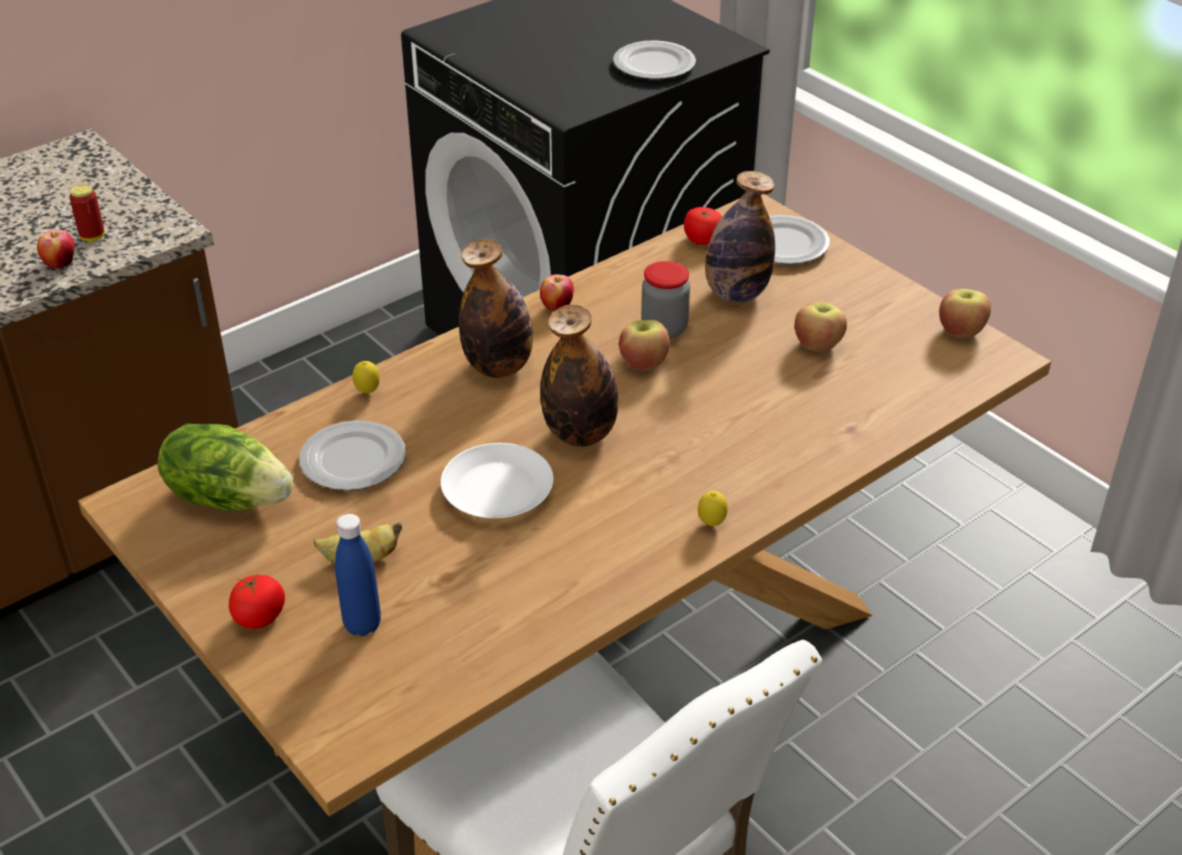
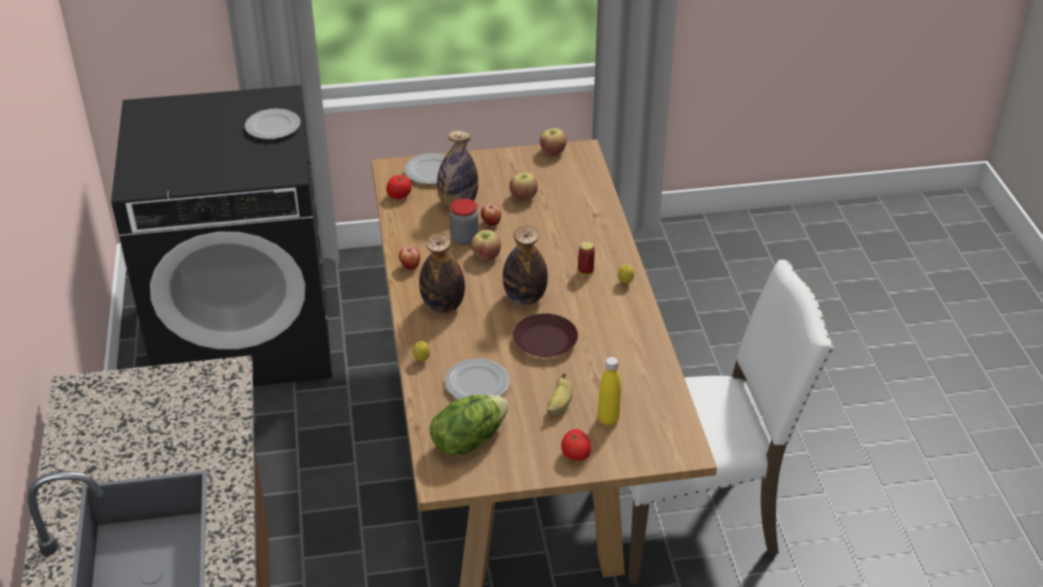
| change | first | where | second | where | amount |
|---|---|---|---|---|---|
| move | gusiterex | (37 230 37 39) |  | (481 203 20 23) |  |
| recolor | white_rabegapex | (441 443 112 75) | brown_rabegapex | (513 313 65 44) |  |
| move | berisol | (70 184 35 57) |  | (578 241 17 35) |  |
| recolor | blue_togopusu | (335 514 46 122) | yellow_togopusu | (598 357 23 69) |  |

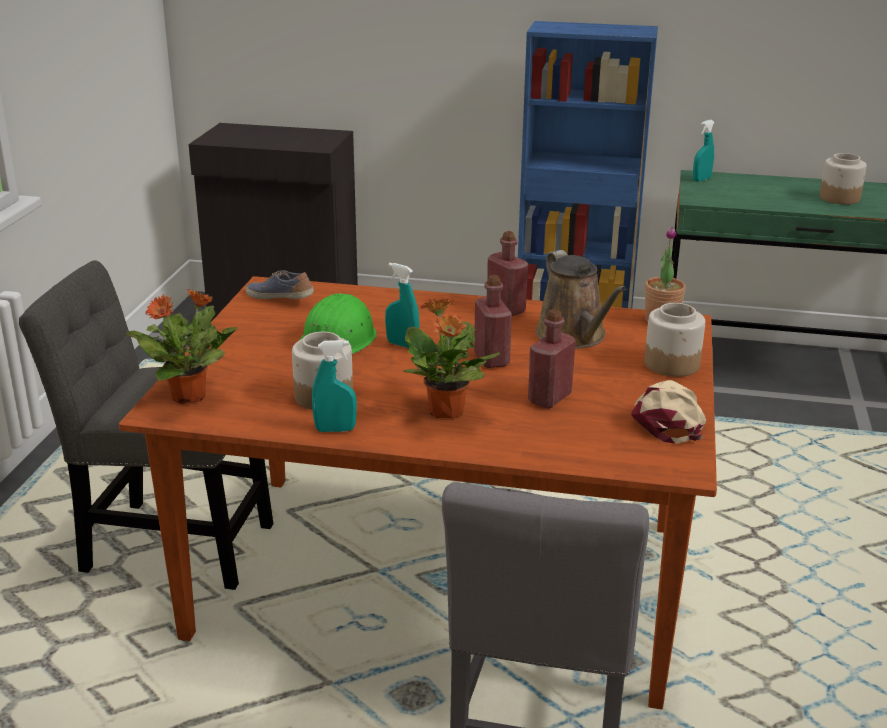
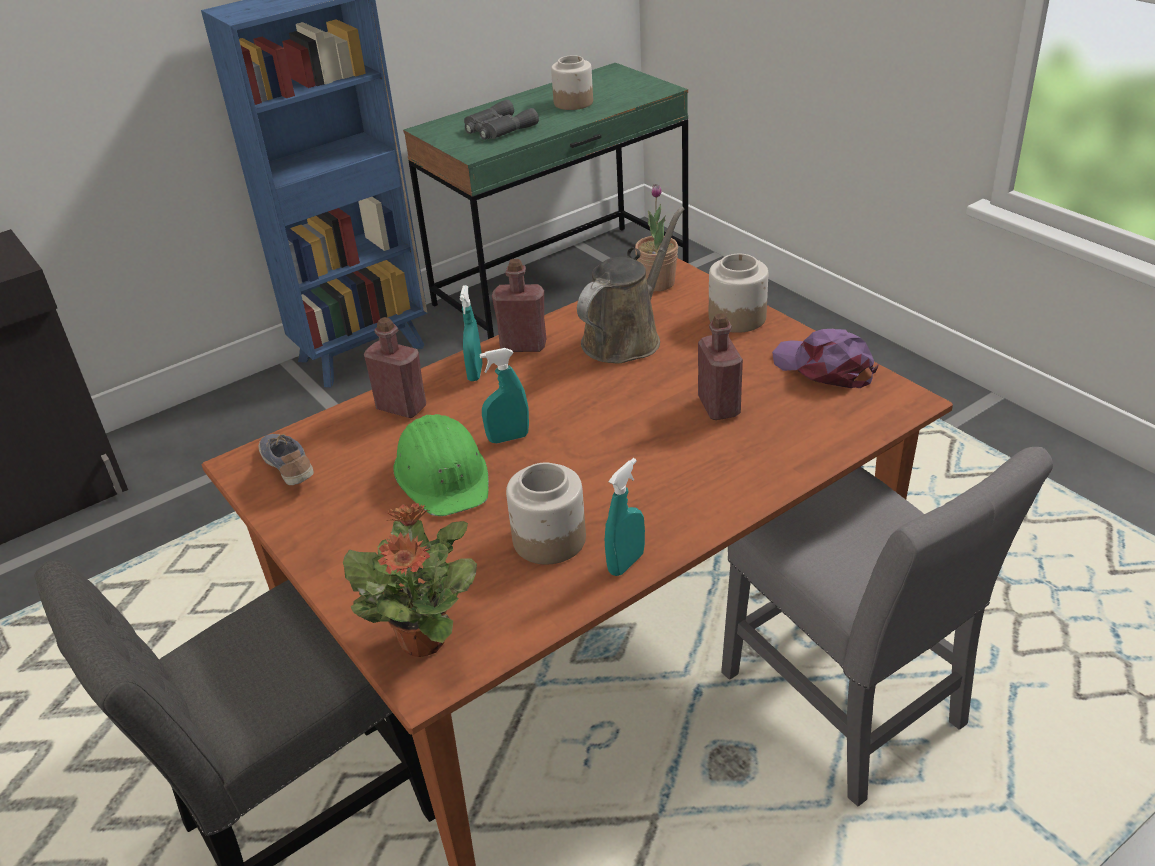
| change | first | where | second | where | amount |
|---|---|---|---|---|---|
| rotate | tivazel | (245 270 69 29) |  | (259 434 55 51) | 75 degrees clockwise |
| move | red_togopusu | (474 275 38 93) |  | (364 317 62 101) |  |
| move | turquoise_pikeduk | (693 120 22 62) |  | (460 285 23 96) |  |
| insert |  |  | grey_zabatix | (464 100 75 40) |  |
| rotate | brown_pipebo | (536 250 91 99) |  | (577 207 108 156) | 75 degrees counterclockwise |
| recolor | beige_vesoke | (631 380 75 64) | purple_vesoke | (772 329 107 59) |  |
| delete | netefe | (403 298 97 120) |  |  |  |

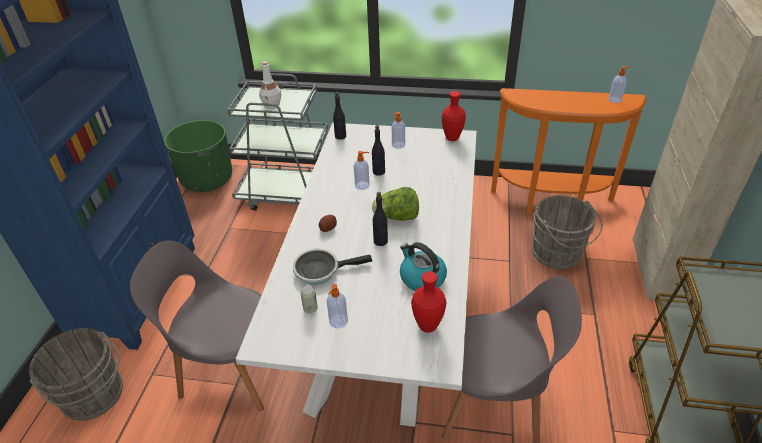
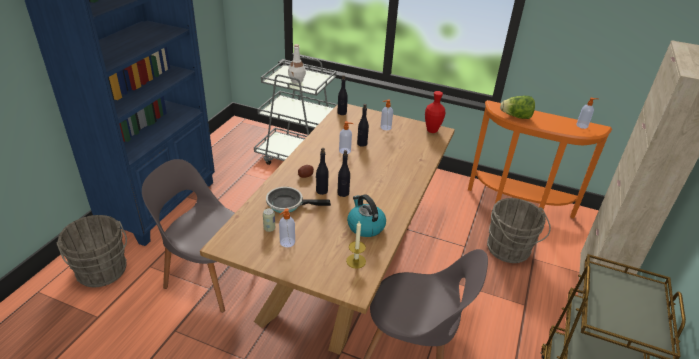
| change | first | where | second | where | amount |
|---|---|---|---|---|---|
| recolor | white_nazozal | (236 123 241 304) | brown_nazozal | (200 104 255 251) |  |
| insert |  |  | black_togopusu | (316 148 12 47) |  |
| replace | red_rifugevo | (411 271 35 62) | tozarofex | (346 221 20 48) |  |
| move | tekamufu | (372 187 47 34) |  | (500 96 35 23) |  |
| delete | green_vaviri | (164 120 68 72) |  |  |  |

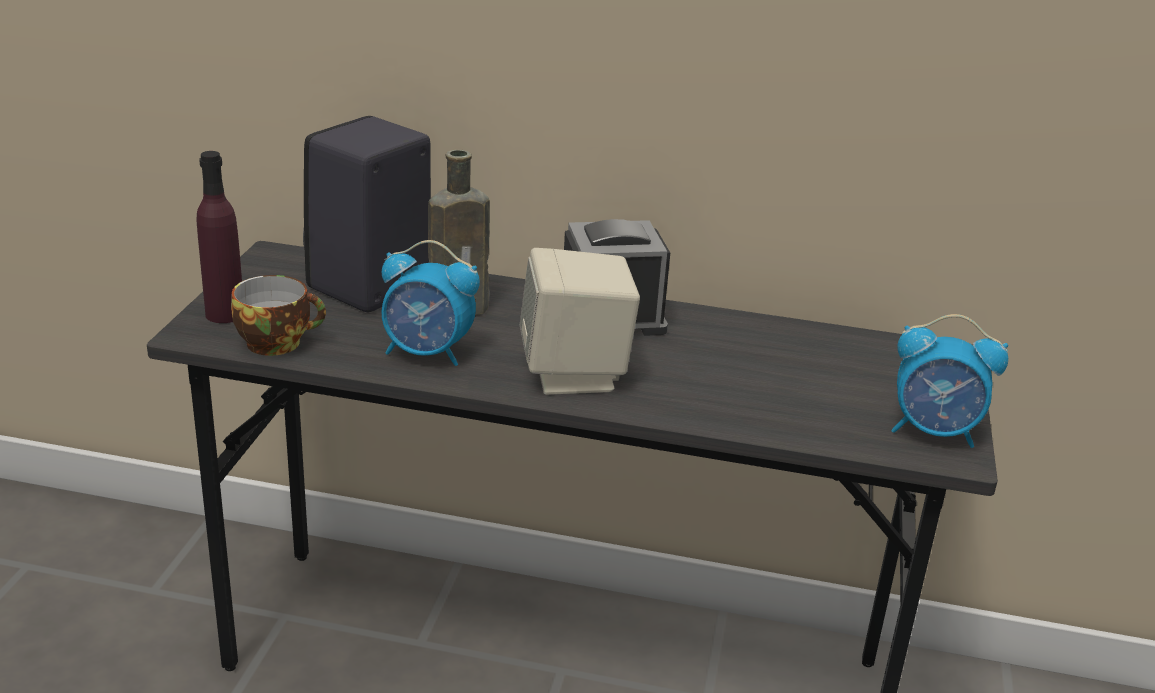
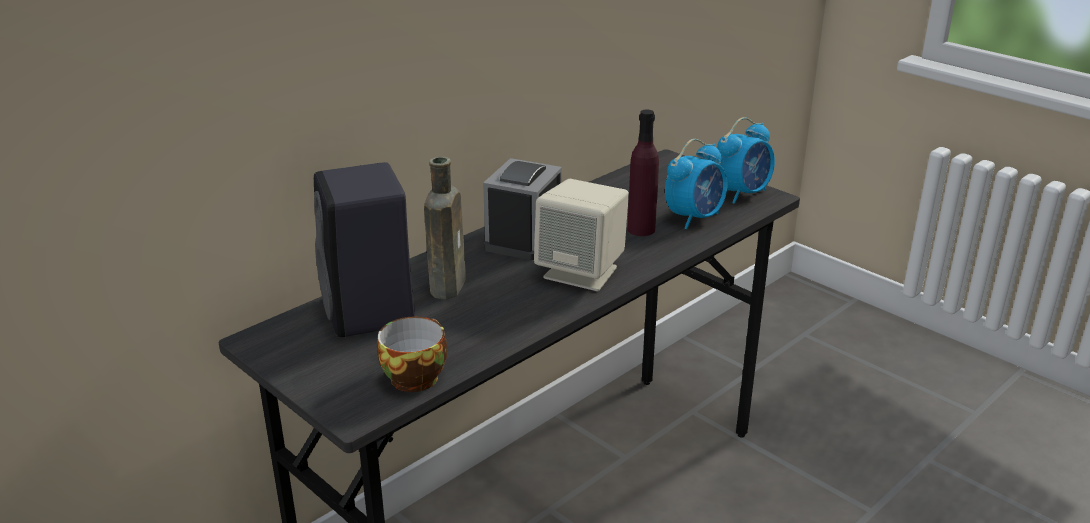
| change | first | where | second | where | amount |
|---|---|---|---|---|---|
| move | purple_togopusu | (196 151 46 172) |  | (627 110 32 126) |  |
| move | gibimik | (381 240 99 126) |  | (665 139 62 90) |  |

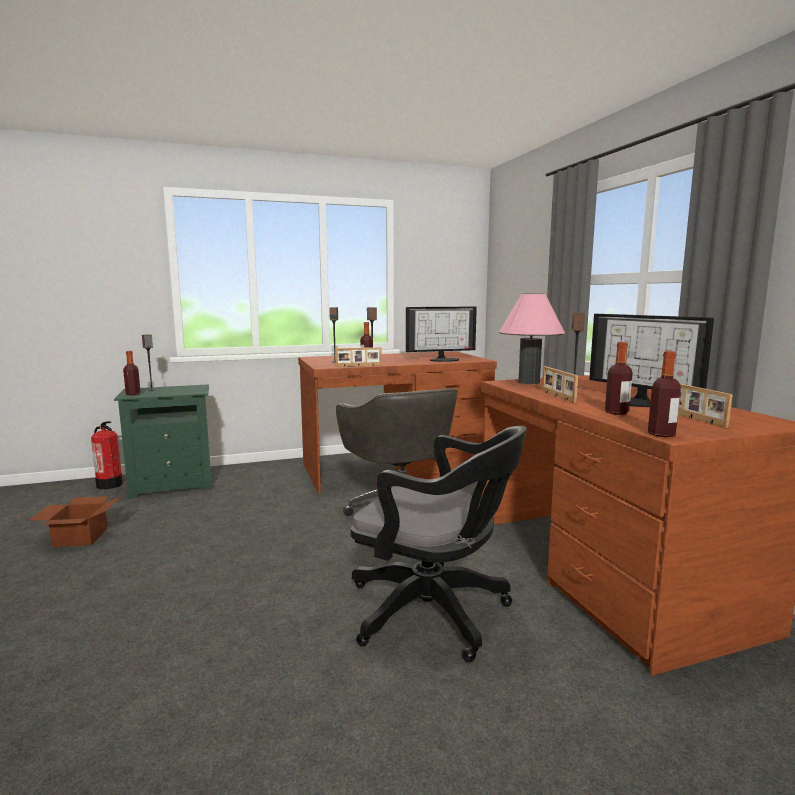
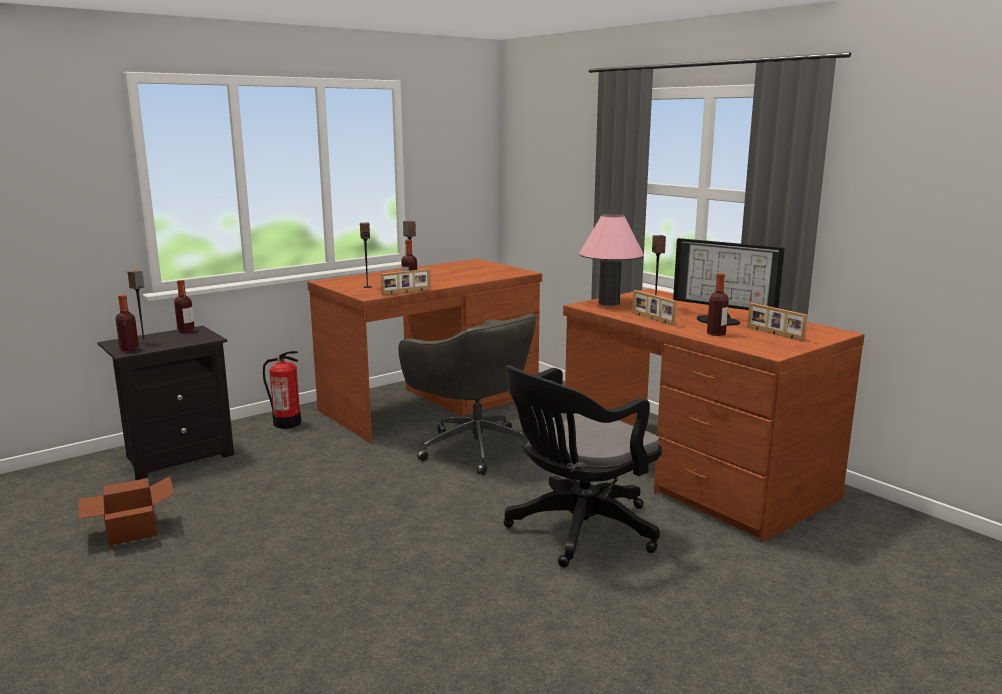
| change | first | where | second | where | amount |
|---|---|---|---|---|---|
| recolor | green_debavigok | (114 384 98 114) | black_debavigok | (97 326 137 154) |  |
| move | togopusu | (648 351 33 86) |  | (174 280 21 52) |  |
| move | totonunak | (91 421 32 68) |  | (263 351 38 78) |  |
| rotate | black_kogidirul | (350 426 177 237) |  | (503 365 159 202) | 135 degrees clockwise |
| delete | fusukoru | (406 307 71 55) |  |  |  |

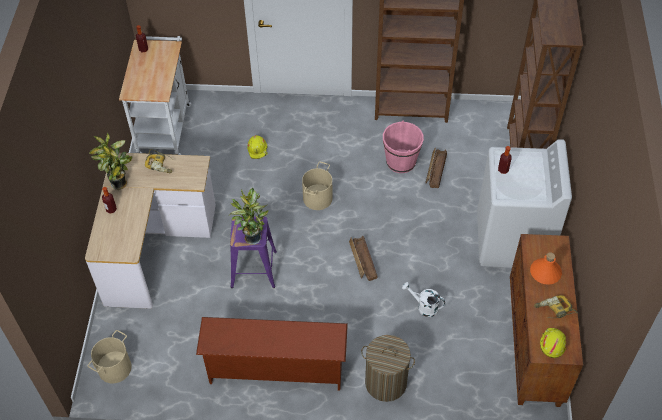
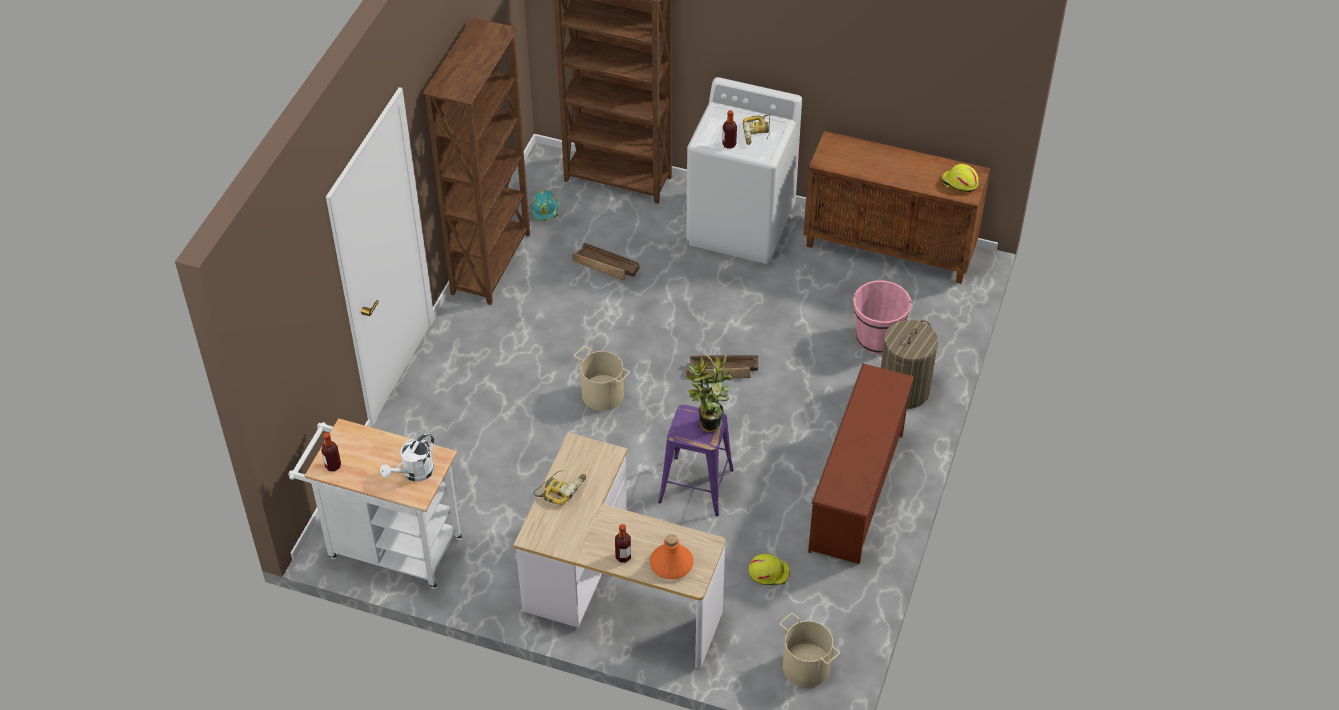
| change | first | where | second | where | amount |
|---|---|---|---|---|---|
| move | white_pipebo | (402 282 43 35) |  | (380 433 54 49) |  |
| insert |  |  | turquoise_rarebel | (532 190 27 31) |  |
| move | orange_togopusu | (530 252 32 33) |  | (650 534 44 45) |  |
| move | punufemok | (534 295 44 23) |  | (743 114 27 31) |  |
| move | yellow_rarebel | (247 135 21 24) |  | (749 554 41 31) |  |
| move | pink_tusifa | (383 121 41 52) |  | (853 281 59 73) |  |
| delete | netefe | (89 133 43 57) |  |  |  |

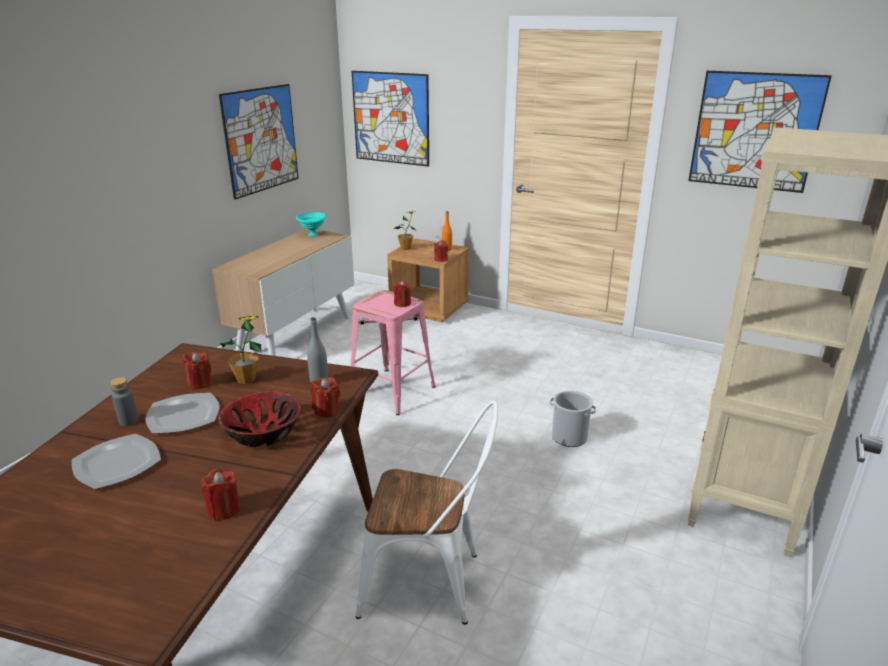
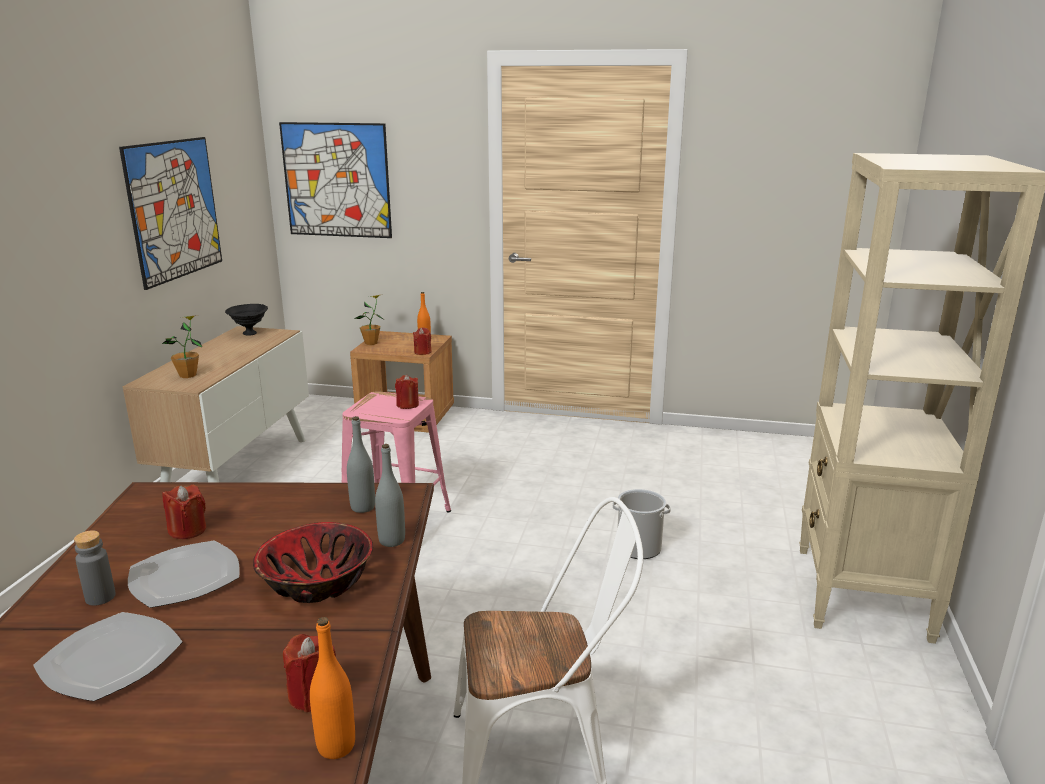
| change | first | where | second | where | amount |
|---|---|---|---|---|---|
| move | netefe | (220 316 41 68) |  | (162 315 40 63) |  |
| recolor | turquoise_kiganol | (296 212 31 25) | black_kiganol | (225 304 43 32) |  |
| insert |  |  | orange_togopusu | (310 617 45 142) |  |
| replace | red_tozarofex | (311 377 29 40) | grey_togopusu | (375 444 30 103) |  |
| delete | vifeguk | (688 71 144 122) |  |  |  |

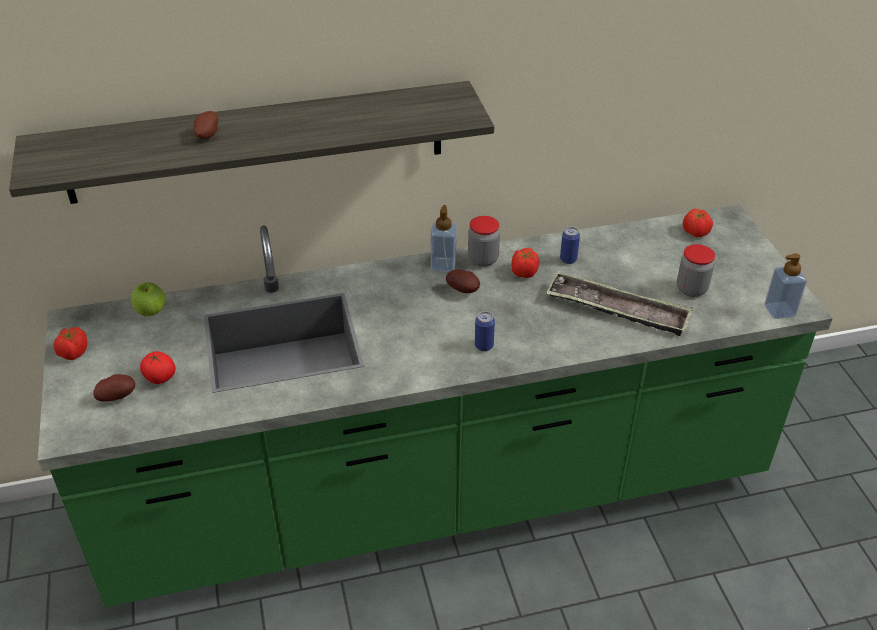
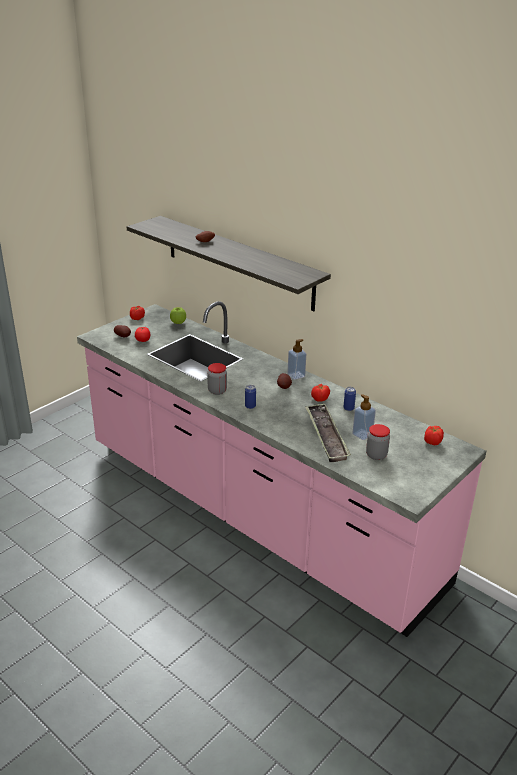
| change | first | where | second | where | amount |
|---|---|---|---|---|---|
| recolor | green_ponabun | (38 205 795 402) | pink_ponabun | (77 301 410 336) |  |
| move | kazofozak | (468 216 32 51) |  | (207 363 20 32) |  |
| move | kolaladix | (765 253 42 66) |  | (352 394 24 46) |  |

